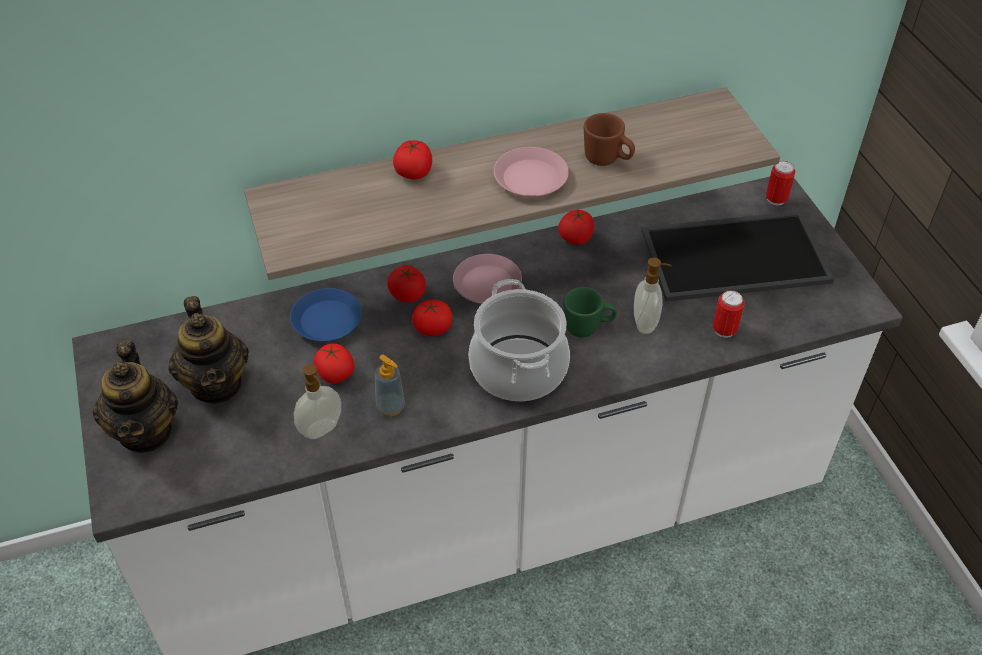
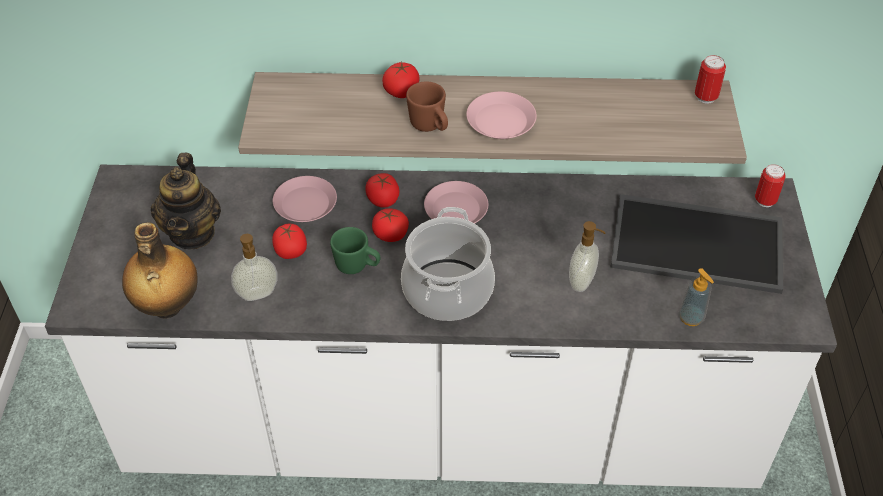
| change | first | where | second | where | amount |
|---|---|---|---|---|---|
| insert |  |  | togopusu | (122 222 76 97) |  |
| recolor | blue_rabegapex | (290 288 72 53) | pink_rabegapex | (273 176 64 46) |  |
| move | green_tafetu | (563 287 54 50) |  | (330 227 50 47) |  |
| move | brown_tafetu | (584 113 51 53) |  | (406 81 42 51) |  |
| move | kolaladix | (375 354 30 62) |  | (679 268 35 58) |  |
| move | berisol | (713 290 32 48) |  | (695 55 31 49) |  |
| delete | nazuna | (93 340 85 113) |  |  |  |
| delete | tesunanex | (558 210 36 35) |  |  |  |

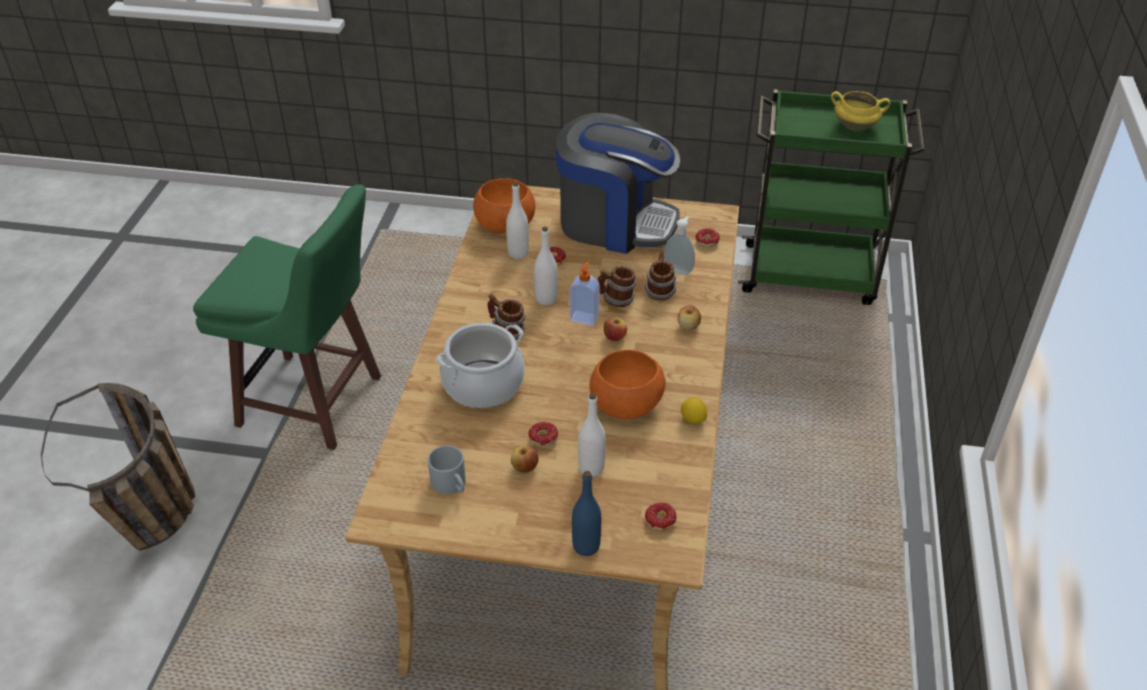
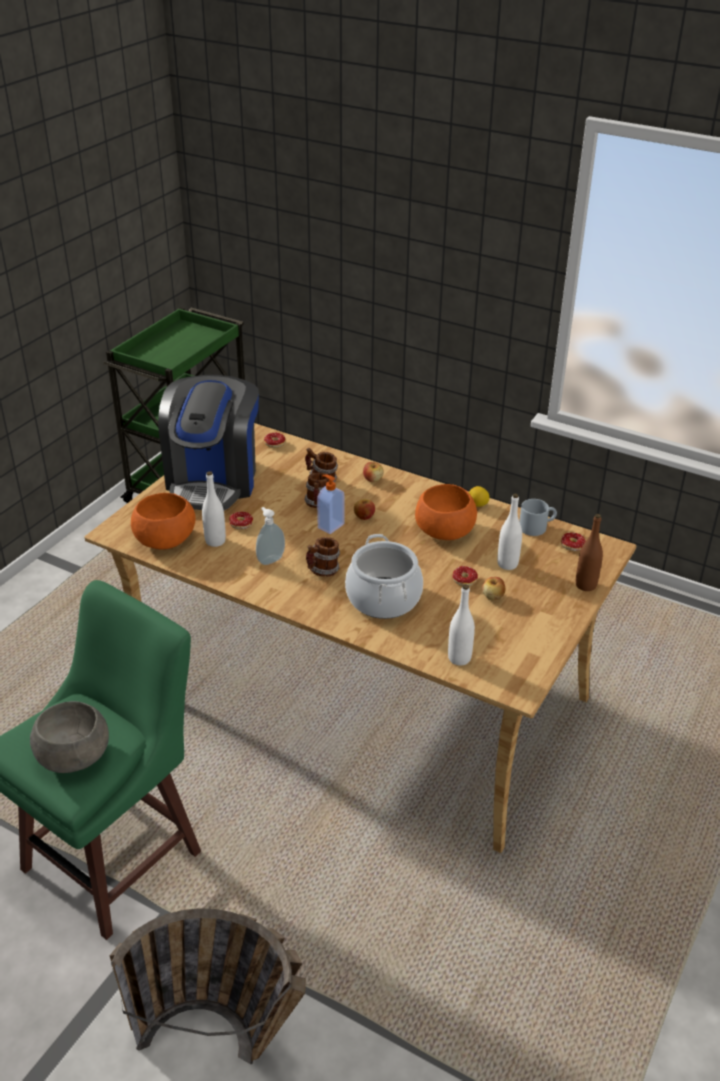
| change | first | where | second | where | amount |
|---|---|---|---|---|---|
| insert |  |  | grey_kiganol | (30 701 79 72) |  |
| rotate | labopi | (556 113 124 141) |  | (158 375 101 135) | 150 degrees clockwise |
| move | kolaladix | (664 217 31 58) |  | (256 507 29 58) |  |
| move | white_togopusu | (534 227 24 78) |  | (448 584 27 82) |  |
| move | grey_tafetu | (428 445 38 49) |  | (519 499 38 37) |  |
| recolor | blue_togopusu | (572 471 29 85) | brown_togopusu | (576 514 27 77) |  |
| delete | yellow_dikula | (831 91 59 40) |  |  |  |

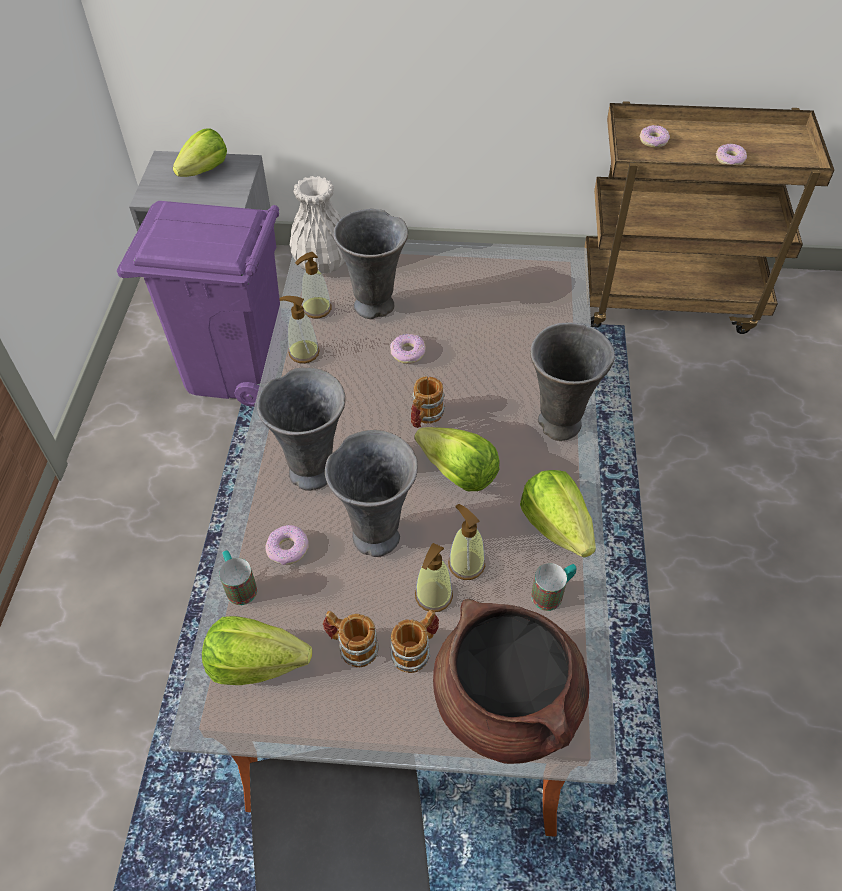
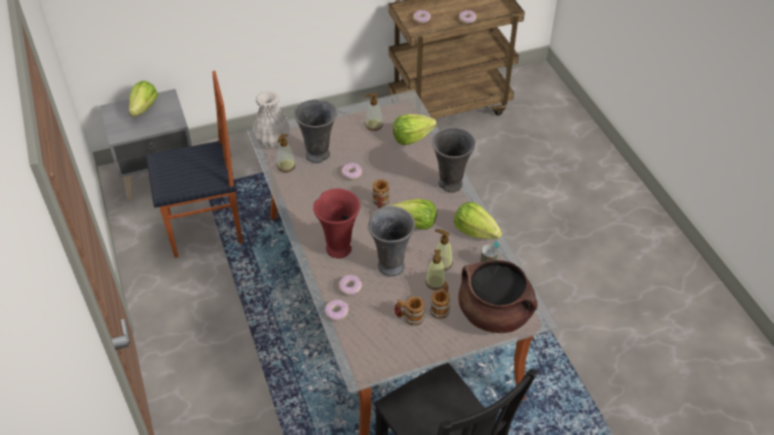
| change | first | where | second | where | amount |
|---|---|---|---|---|---|
| replace | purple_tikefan | (117 201 163 206) | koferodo | (146 71 97 187) |  |
| recolor | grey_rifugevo | (257 368 89 123) | red_rifugevo | (313 188 47 70) |  |
| replace | tafetu | (219 550 38 55) | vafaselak | (325 300 24 21) |  |
| move | kolaladix | (279 296 41 67) |  | (364 93 19 38) |  |
| move | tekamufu | (202 616 110 69) |  | (393 114 44 31) |  |

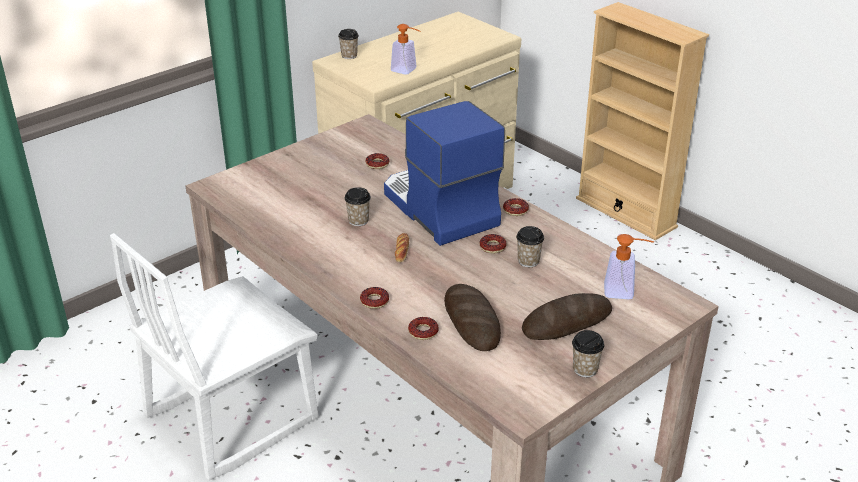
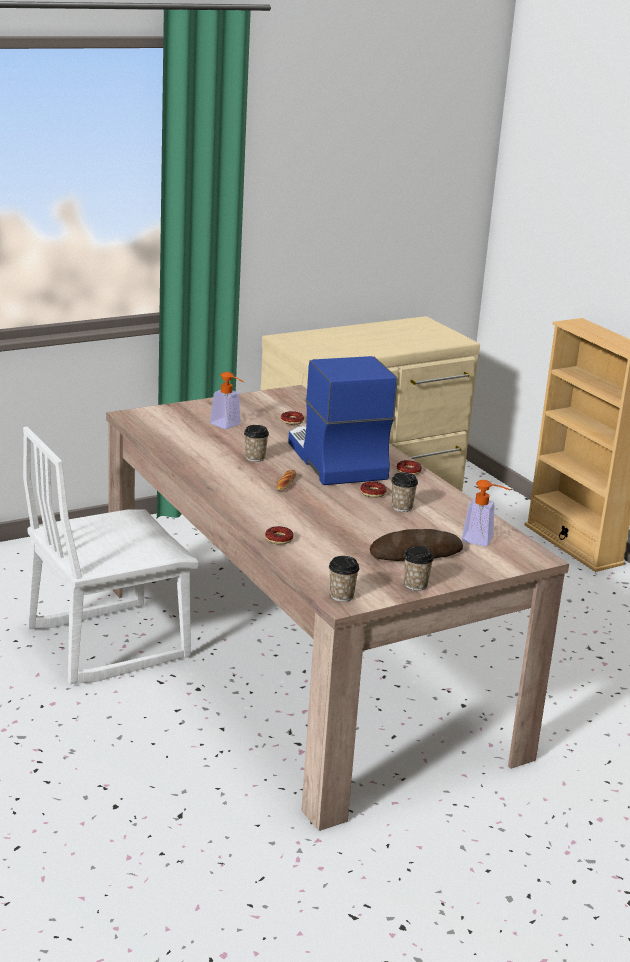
| change | first | where | second | where | amount |
|---|---|---|---|---|---|
| move | kolaladix | (391 24 30 51) |  | (210 372 34 57) |  |
| move | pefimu | (338 29 21 30) |  | (329 556 30 46) |  |
| delete | vafaselak | (360 287 29 22) |  |  |  |
| delete | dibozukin | (444 284 57 67) |  |  |  |

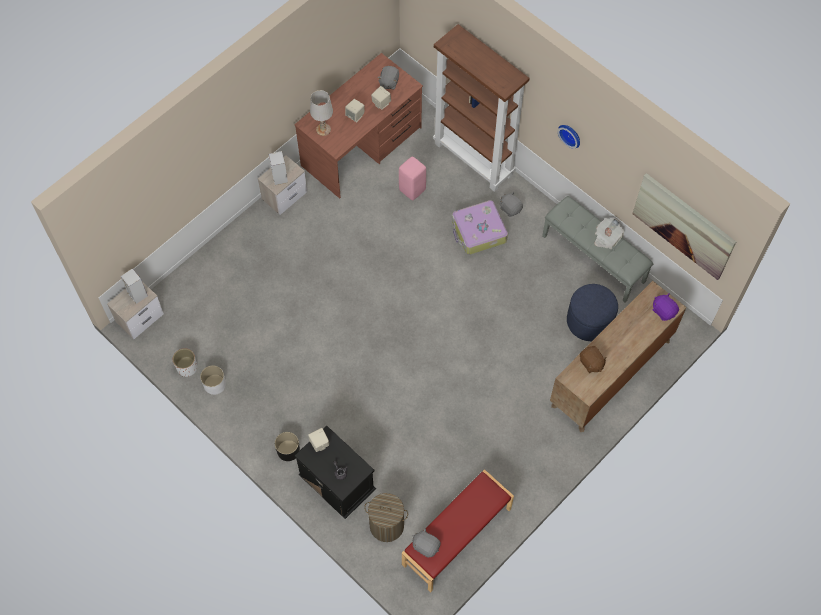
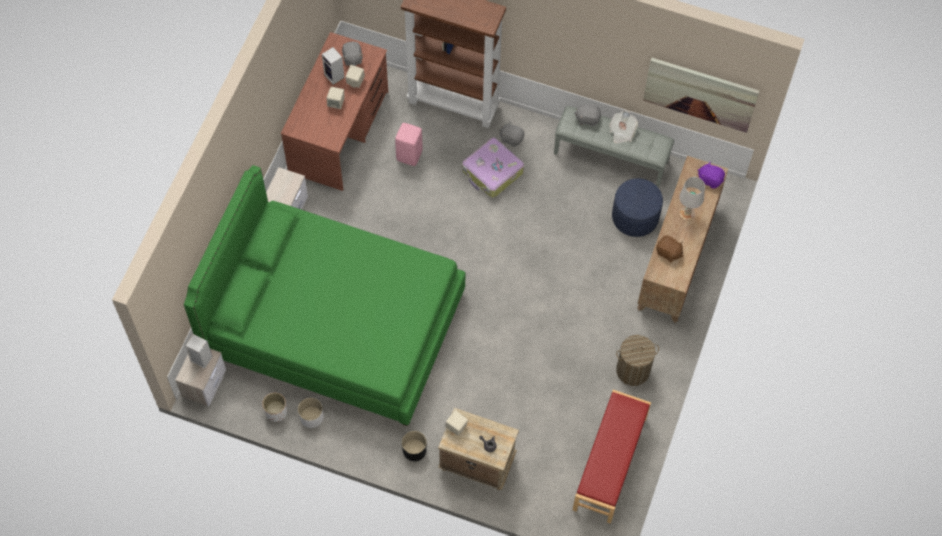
| change | first | where | second | where | amount |
|---|---|---|---|---|---|
| insert |  |  | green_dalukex | (184 165 281 261) |  |
| move | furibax | (269 151 19 34) |  | (322 47 22 38) |  |
| recolor | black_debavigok | (294 425 82 94) | beige_debavigok | (438 408 81 82) |  |
| move | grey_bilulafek | (412 528 28 30) |  | (574 102 27 24) |  |
| move | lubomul | (364 493 44 49) |  | (616 335 43 51) |  |
| move | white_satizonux | (310 90 23 46) |  | (679 177 26 44) |  |
| delete | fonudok | (558 125 22 24) |  |  |  |

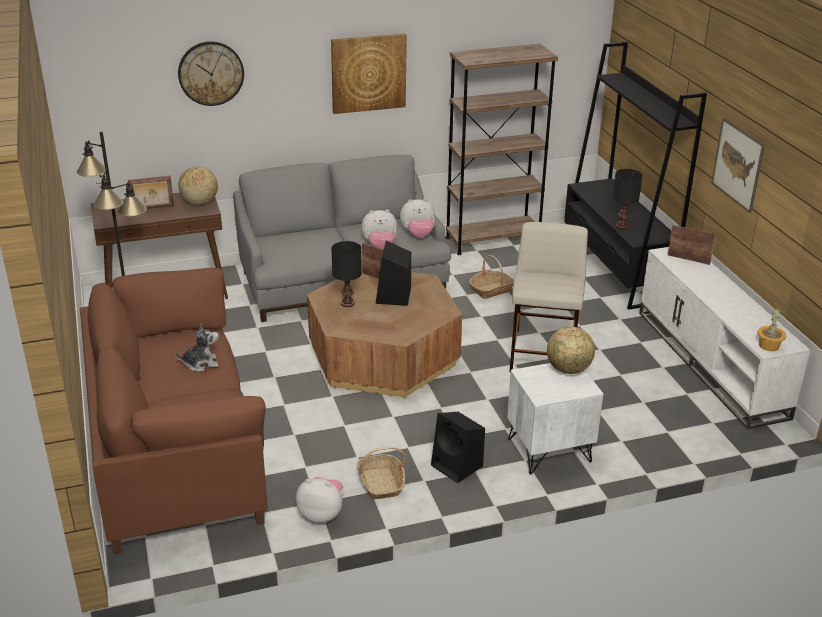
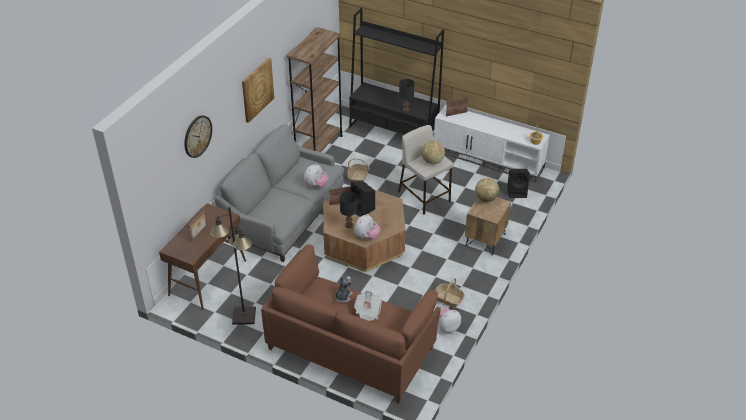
| change | first | where | second | where | amount |
|---|---|---|---|---|---|
| move | bilulafek | (400 198 35 40) |  | (354 214 27 25) |  |
| insert |  |  | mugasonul | (354 290 28 31) |  |
| move | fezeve | (179 166 39 39) |  | (421 141 24 23) |  |
| recolor | white_debavigok | (507 363 96 111) | brown_debavigok | (465 197 46 58) |  |
| move | black_furibax | (431 412 54 71) |  | (507 169 23 29) |  |
| delete | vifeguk | (711 118 54 95) |  |  |  |

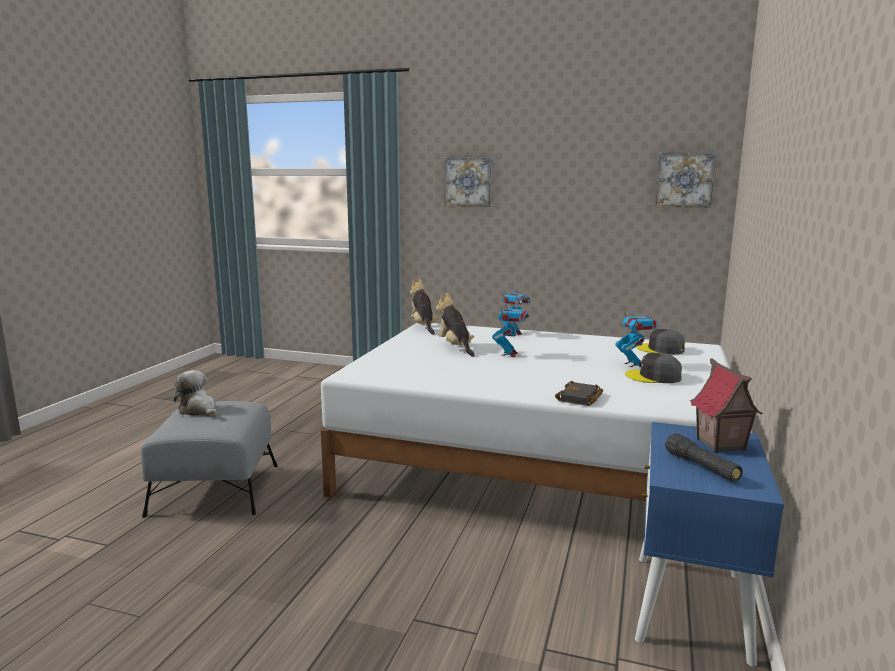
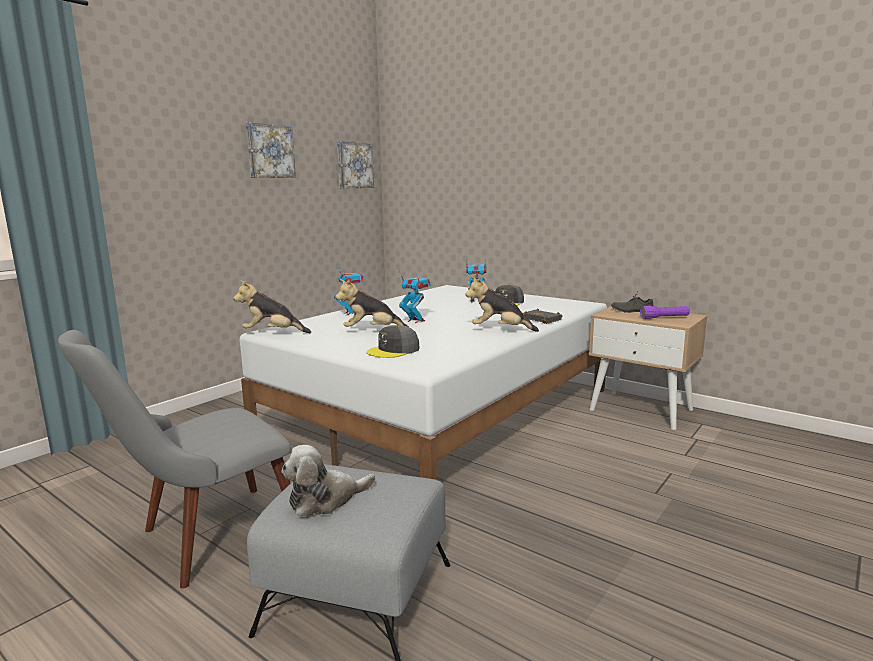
| change | first | where | second | where | amount |
|---|---|---|---|---|---|
| insert |  |  | grey_koferodo | (58 330 234 259) |  |
| move | vifeguk | (445 157 47 50) |  | (246 123 50 55) |  |
| move | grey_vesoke | (636 329 49 26) |  | (367 325 53 33) |  |
| insert |  |  | bilulafek | (465 277 74 55) |  |
| recolor | blue_debavigok | (635 422 149 245) | beige_debavigok | (589 306 118 124) |  |
| replace | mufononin | (690 358 73 95) | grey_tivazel | (611 290 42 23) |  |
| recolor | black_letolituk | (665 433 78 49) | purple_letolituk | (640 306 50 13) |  |

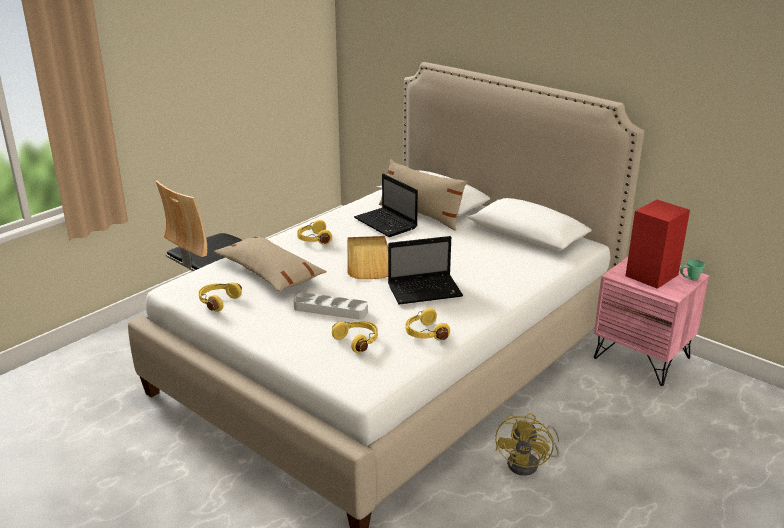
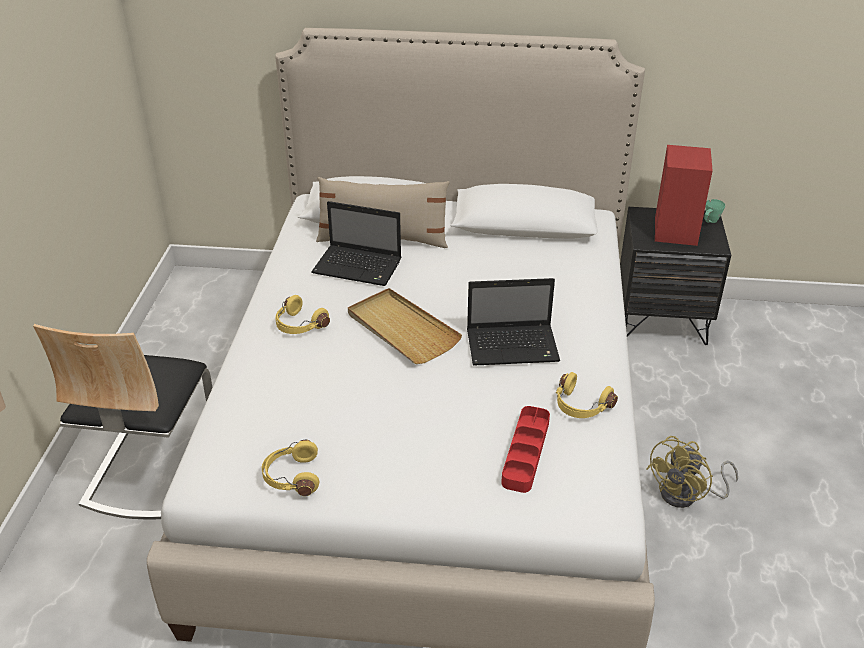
| change | first | where | second | where | amount |
|---|---|---|---|---|---|
| rotate | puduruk | (388 236 75 68) |  | (467 278 93 88) | 45 degrees clockwise |
| replace | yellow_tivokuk | (332 321 46 32) | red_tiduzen | (501 406 49 87) |  |
| recolor | pink_debavigok | (594 257 115 129) | black_debavigok | (620 207 111 138) |  |
| rotate | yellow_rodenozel | (495 413 64 63) |  | (646 436 92 72) | 60 degrees clockwise |
| delete | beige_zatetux | (214 236 113 56) |  |  |  |
| delete | grey_tiduzen | (293 292 75 28) |  |  |  |

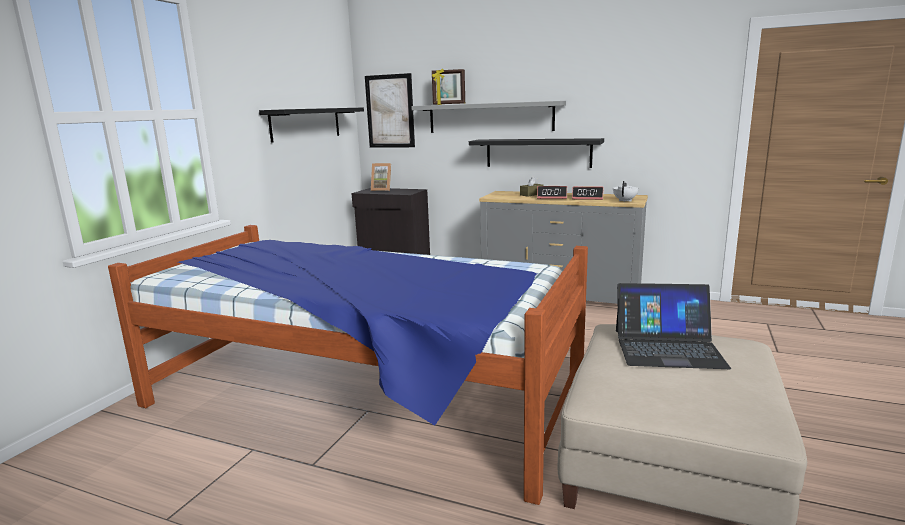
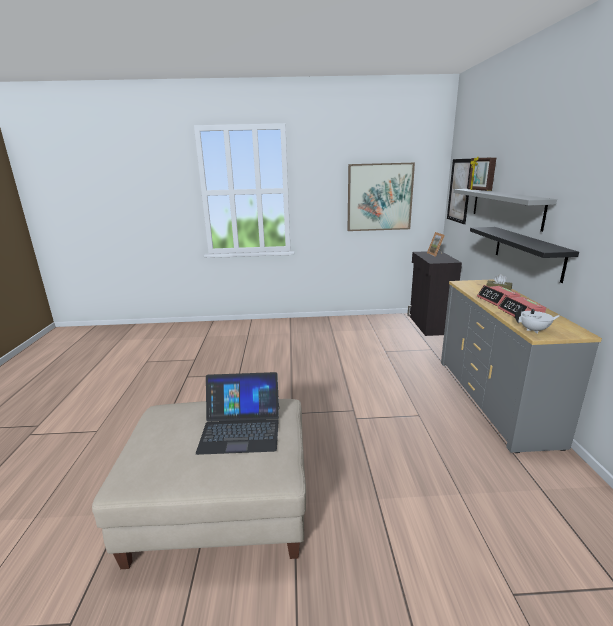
| change | first | where | second | where | amount |
|---|---|---|---|---|---|
| rotate | puduruk | (616 283 115 86) |  | (196 372 83 83) | 75 degrees counterclockwise |
| replace | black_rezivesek | (259 107 105 36) | vifeguk | (347 163 68 68) |  |
| delete | dalukex | (108 225 480 280) |  |  |  |

